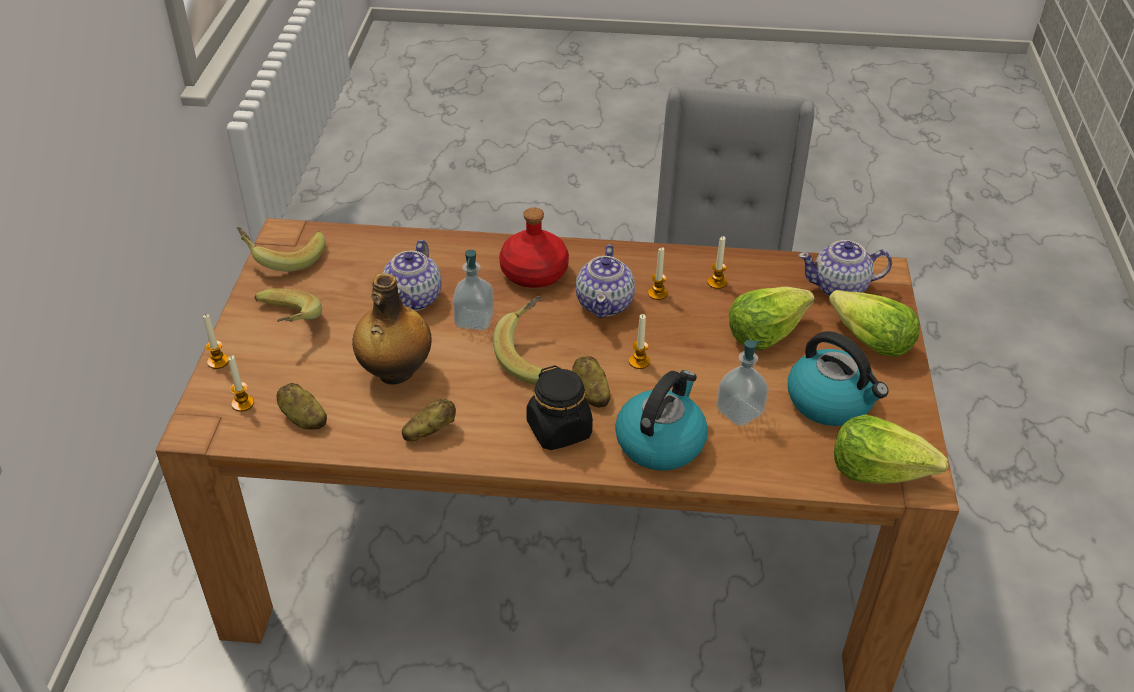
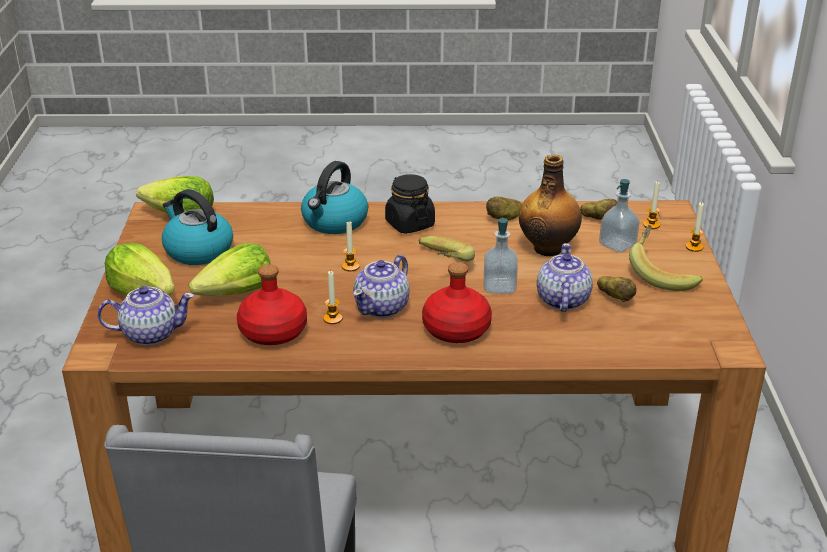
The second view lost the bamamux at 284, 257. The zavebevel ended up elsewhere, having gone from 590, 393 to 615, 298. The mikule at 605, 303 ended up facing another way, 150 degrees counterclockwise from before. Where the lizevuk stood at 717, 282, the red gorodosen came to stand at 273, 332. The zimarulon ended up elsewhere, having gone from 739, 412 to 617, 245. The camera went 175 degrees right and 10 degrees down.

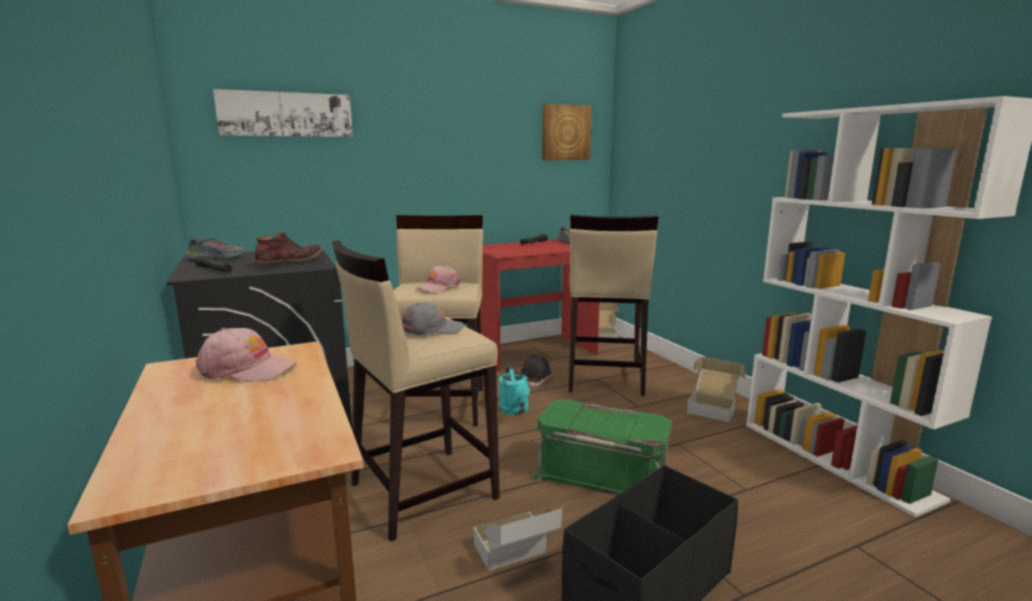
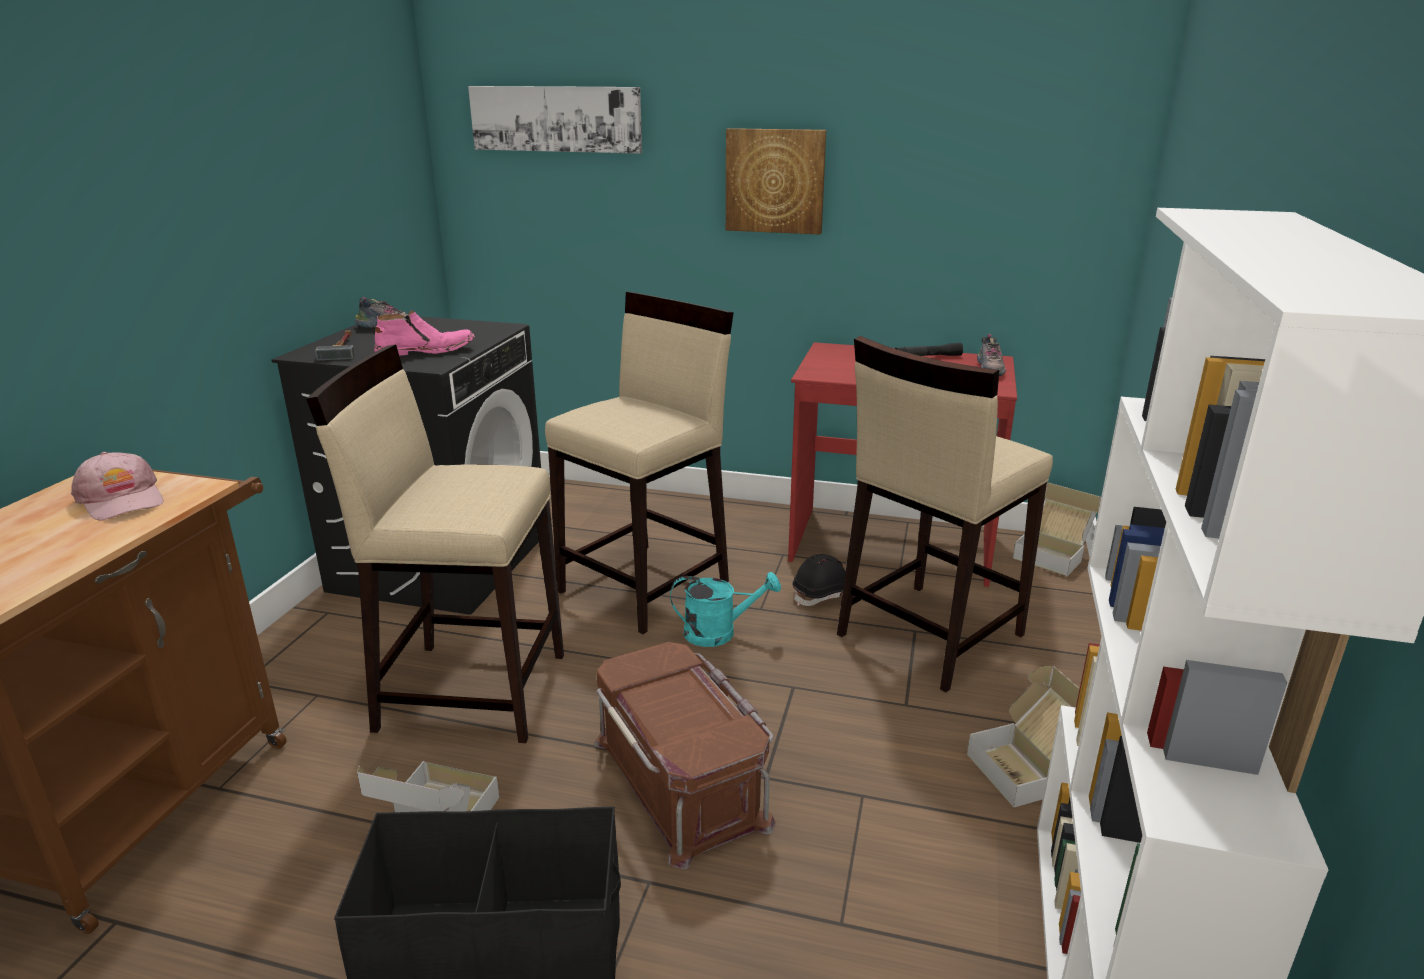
Where the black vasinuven stood at 214, 270, the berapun came to stand at 342, 348. What was the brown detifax at 289, 263 turned into the pink detifax at 426, 351. The second view lost the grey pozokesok at 431, 329. The second view lost the pink pozokesok at 438, 287. The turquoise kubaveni at 515, 411 ended up facing another way, 120 degrees counterclockwise from before. What was the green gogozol at 602, 474 turned into the brown gogozol at 682, 780. The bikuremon ended up elsewhere, having gone from 565, 132 to 775, 181. The camera went 40 degrees right and 10 degrees up.

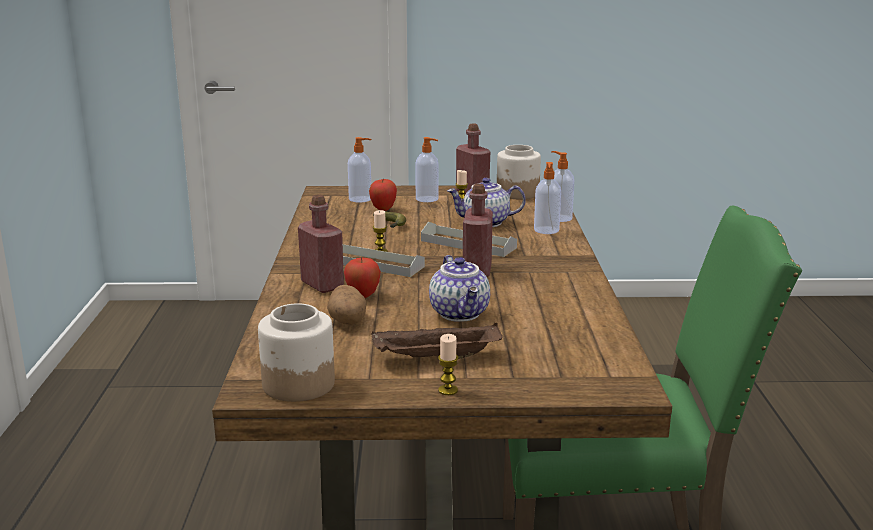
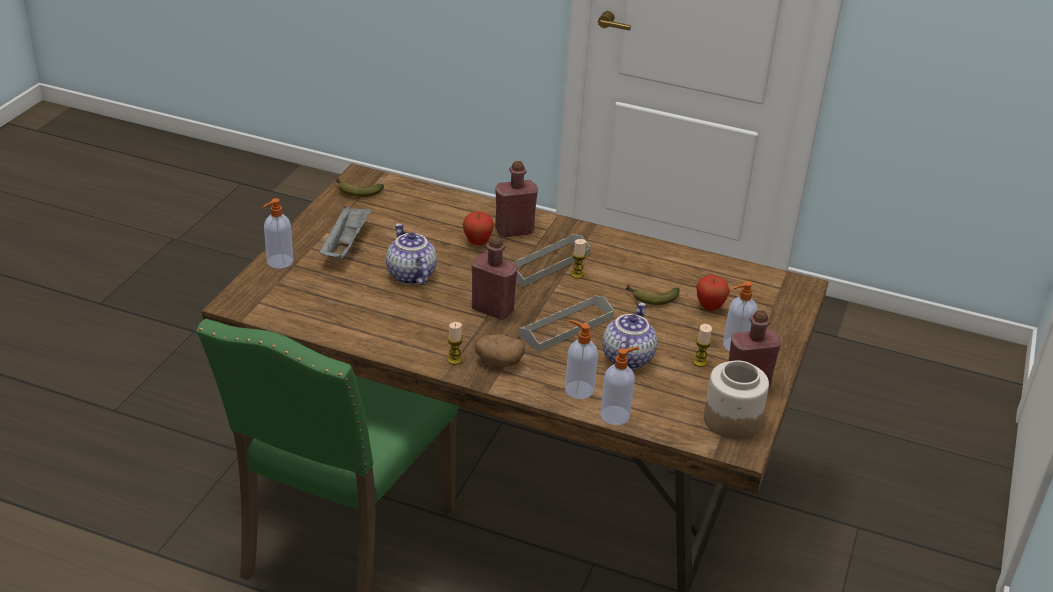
Where the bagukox stood at 298, 384, the bamamux came to stand at 356, 191. The zavebevel ended up elsewhere, having gone from 347, 321 to 498, 362. The zimarulon ended up elsewhere, having gone from 361, 199 to 279, 262. What was the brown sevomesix at 435, 359 turned into the grey sevomesix at 345, 244. The mikule at 461, 313 ended up facing another way, 60 degrees clockwise from before. The lizevuk ended up elsewhere, having gone from 448, 390 to 454, 360. The camera went 110 degrees right and 15 degrees up.

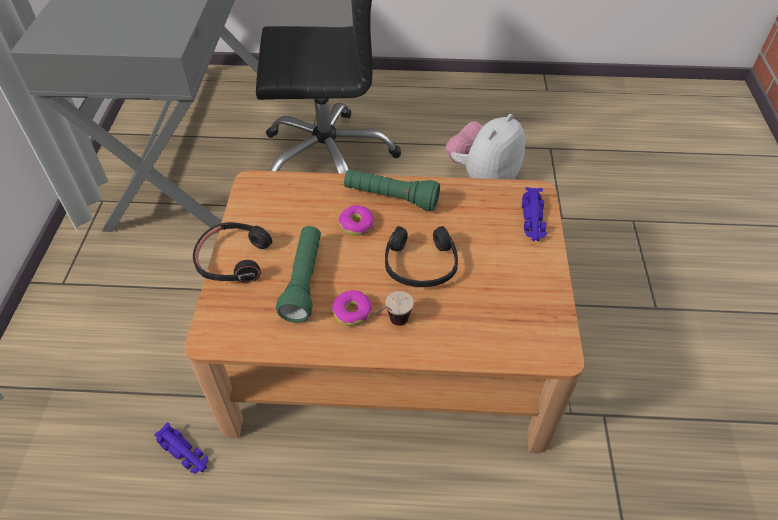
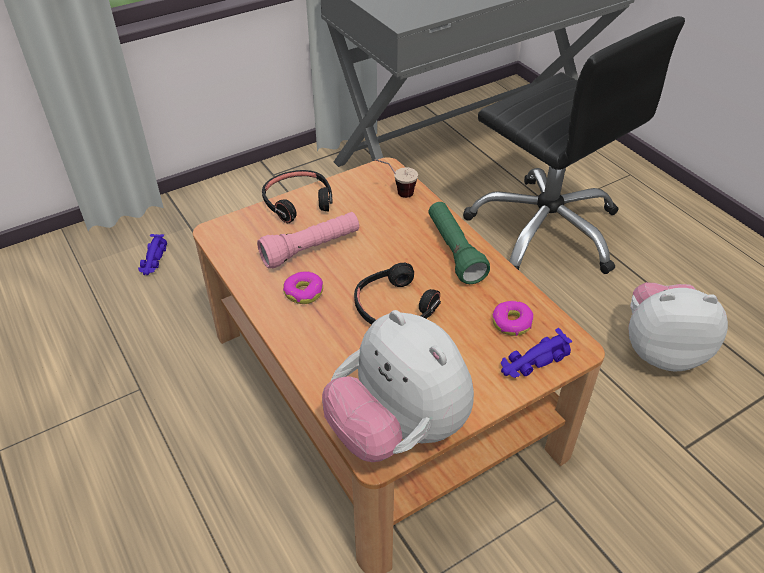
The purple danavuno ended up elsewhere, having gone from 185, 453 to 153, 260. What was the green vasinuven at 304, 281 turned into the pink vasinuven at 311, 249. The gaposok ended up elsewhere, having gone from 356, 225 to 511, 323. The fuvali ended up elsewhere, having gone from 391, 325 to 395, 192. The second view gained the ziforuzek at 397, 429. The camera went 55 degrees right and 5 degrees down.

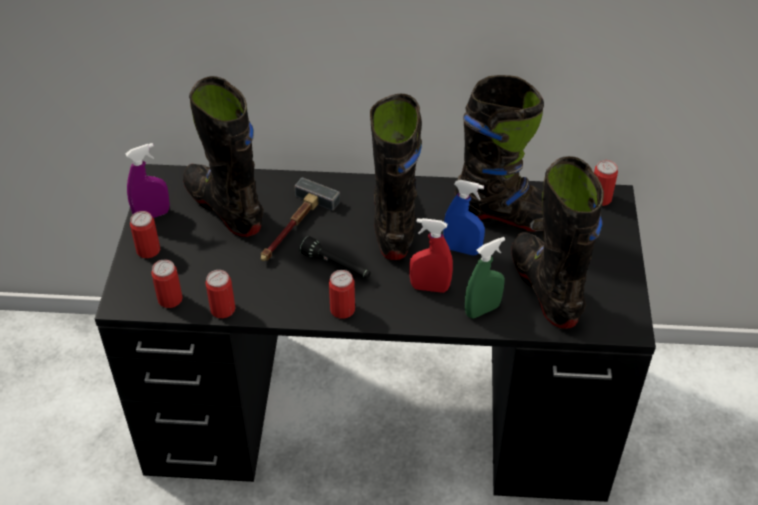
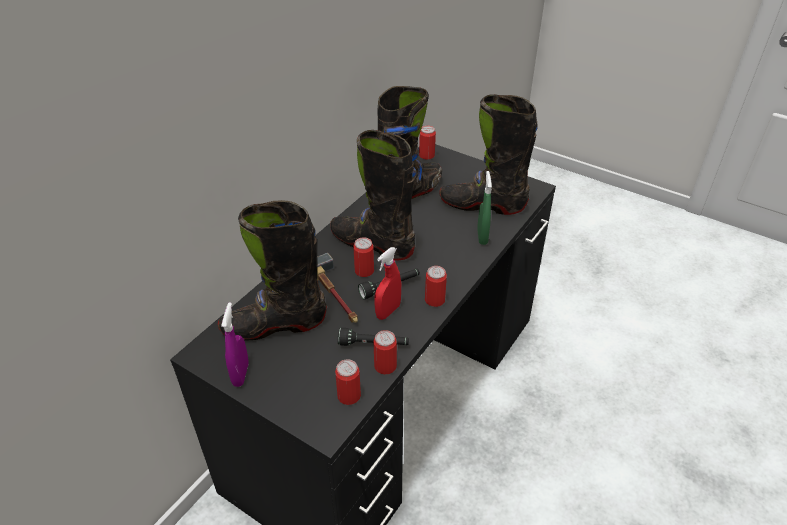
The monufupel ended up elsewhere, having gone from 148, 250 to 364, 271. The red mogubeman ended up elsewhere, having gone from 429, 287 to 388, 311. The second view lost the blue mogubeman at 462, 249. The second view gained the black vasinuven at 373, 344. The camera went 60 degrees left and 5 degrees down.

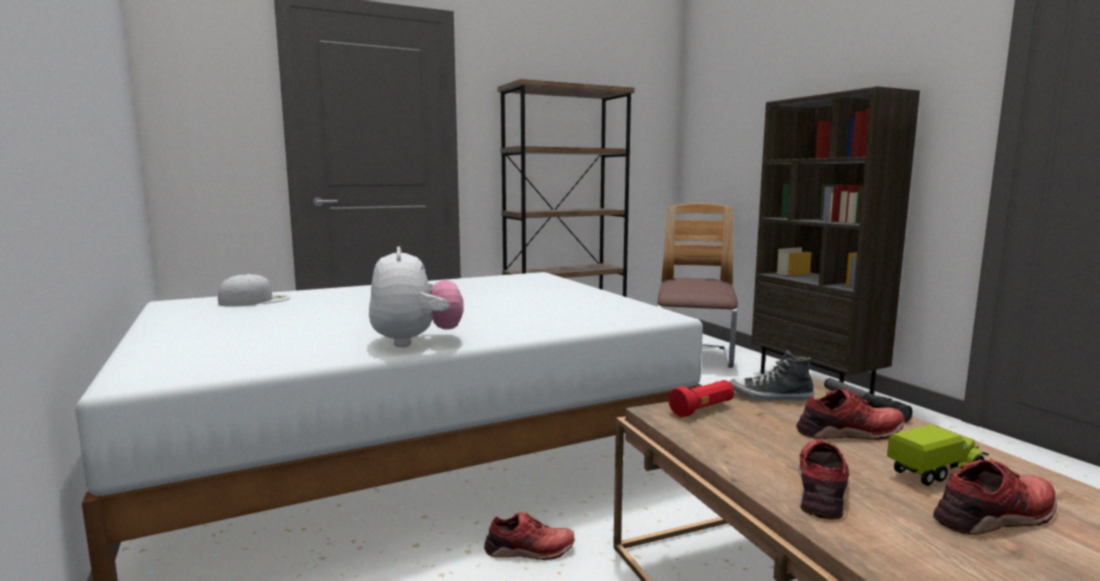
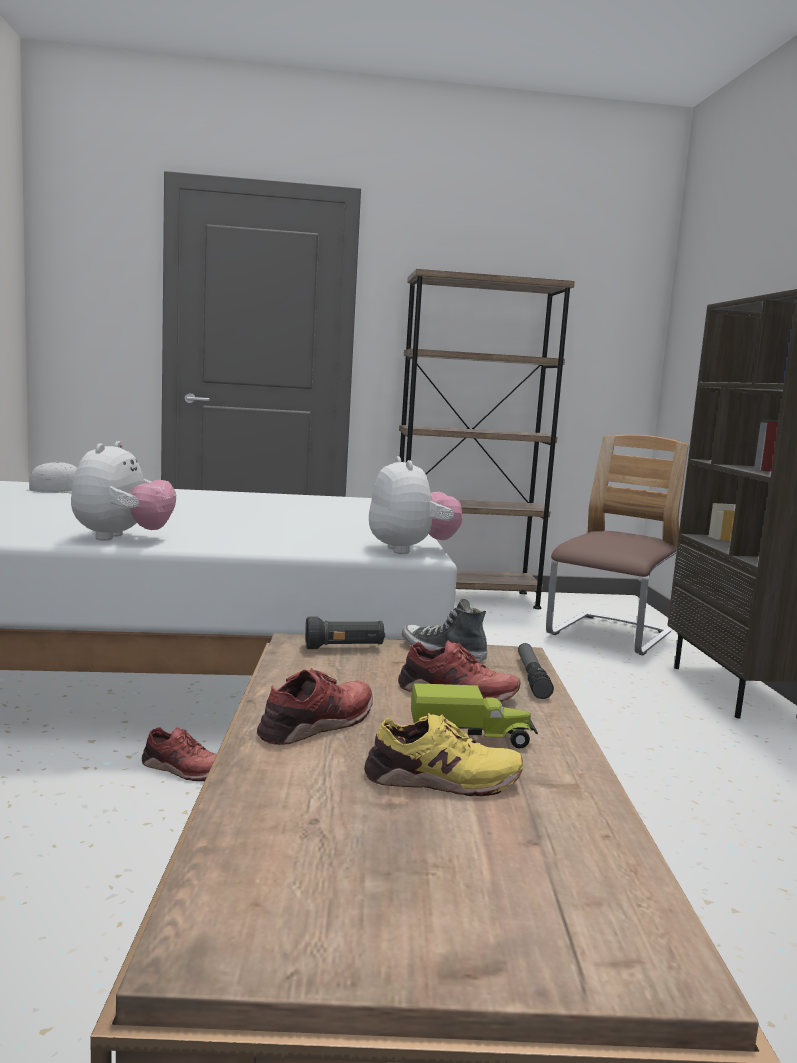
What was the red vasinuven at 702, 409 turned into the black vasinuven at 344, 648. What was the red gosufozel at 996, 516 turned into the yellow gosufozel at 442, 780. The second view gained the ziforuzek at 410, 550. The camera went 20 degrees right and 0 degrees up.

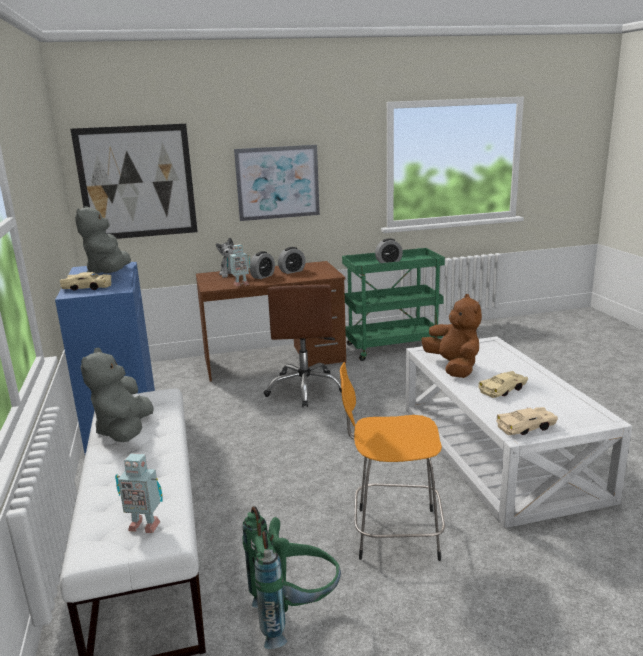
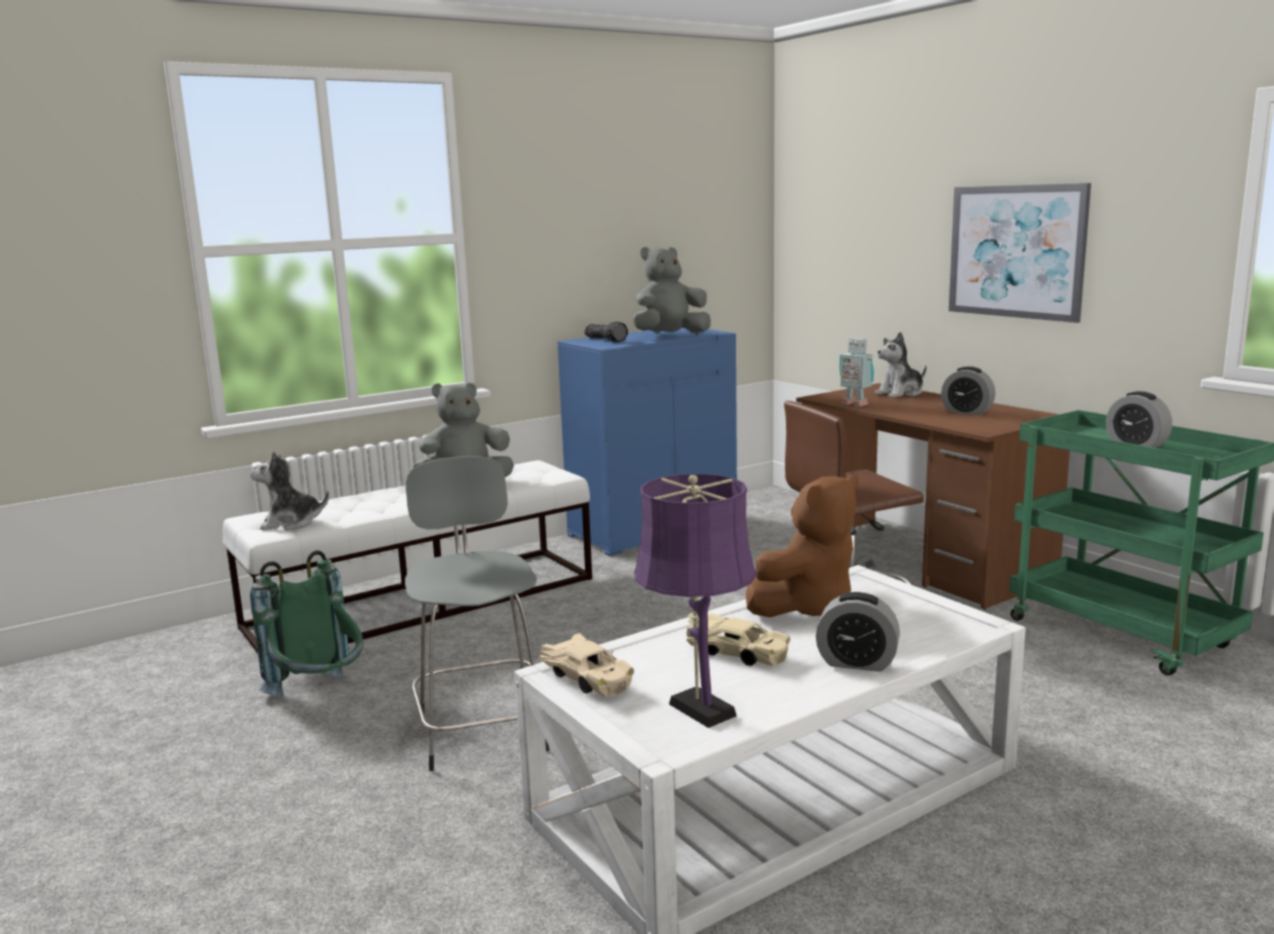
Where the beige danavuno stood at 87, 287, the vasinuven came to stand at 606, 340. The second view lost the bikuremon at 137, 182. Where the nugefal stood at 144, 525, the ziforuzek came to stand at 291, 523. The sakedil ended up elsewhere, having gone from 263, 276 to 857, 663. What was the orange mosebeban at 393, 533 turned into the grey mosebeban at 481, 729. The second view gained the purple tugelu at 697, 707. The camera went 70 degrees right and 5 degrees down.

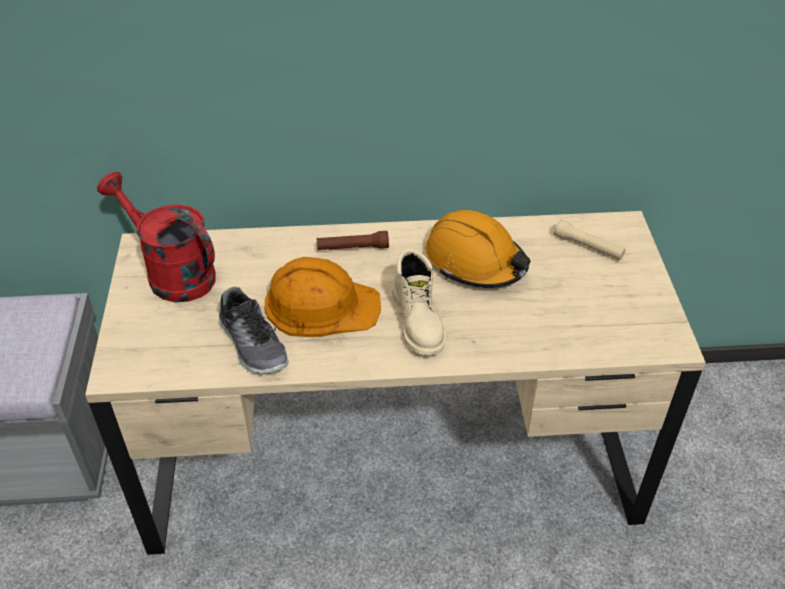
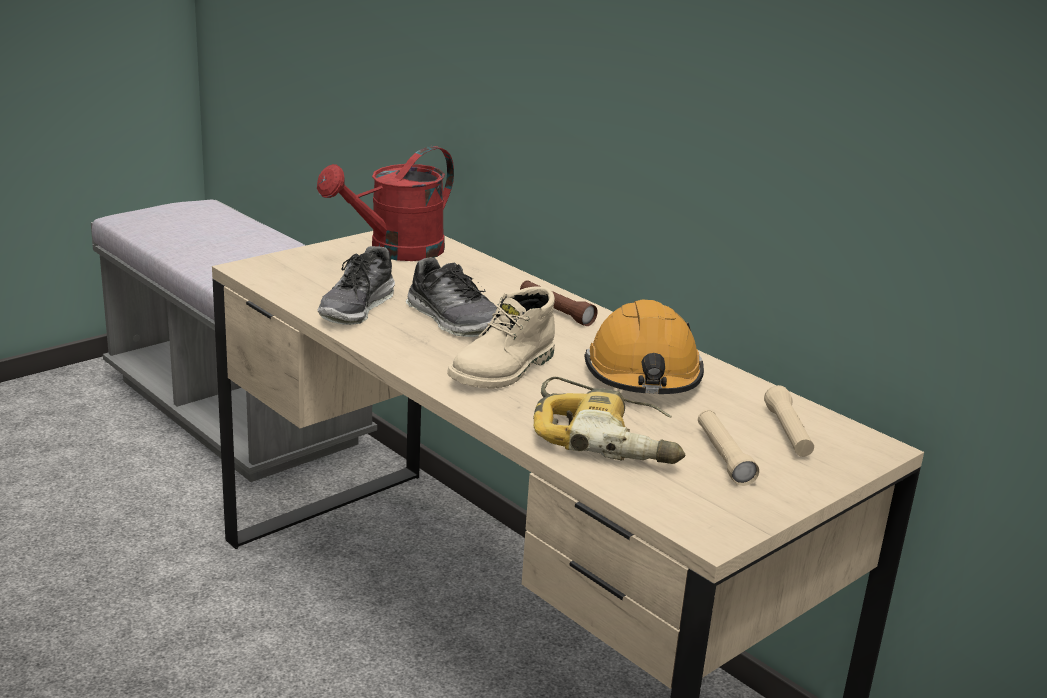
The red kubaveni at 172, 273 ended up facing another way, 135 degrees counterclockwise from before. Where the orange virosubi stood at 321, 305, the gosufozel came to stand at 453, 320. The second view gained the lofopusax at 607, 438. The second view gained the beige vasinuven at 723, 456. The camera went 50 degrees right and 20 degrees down.

